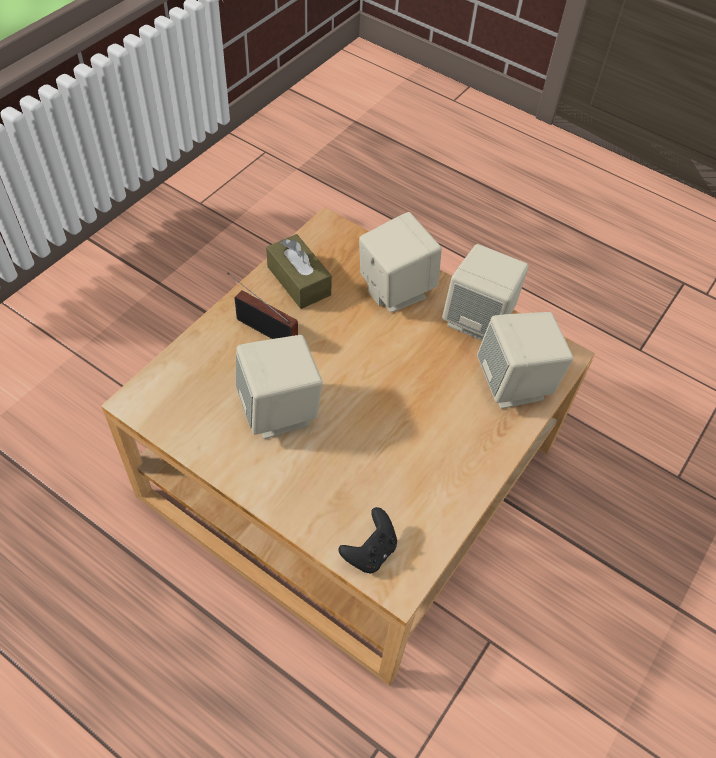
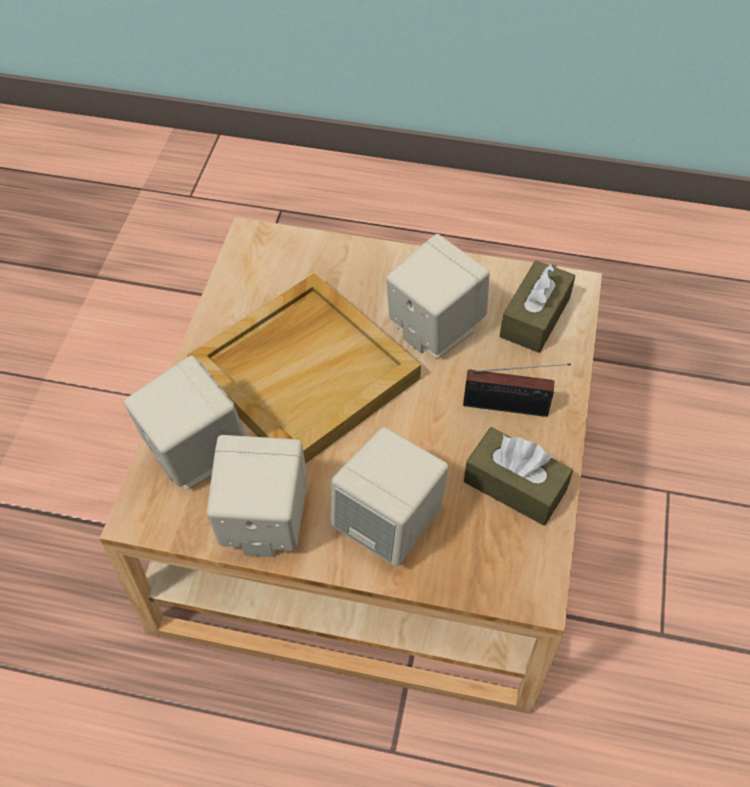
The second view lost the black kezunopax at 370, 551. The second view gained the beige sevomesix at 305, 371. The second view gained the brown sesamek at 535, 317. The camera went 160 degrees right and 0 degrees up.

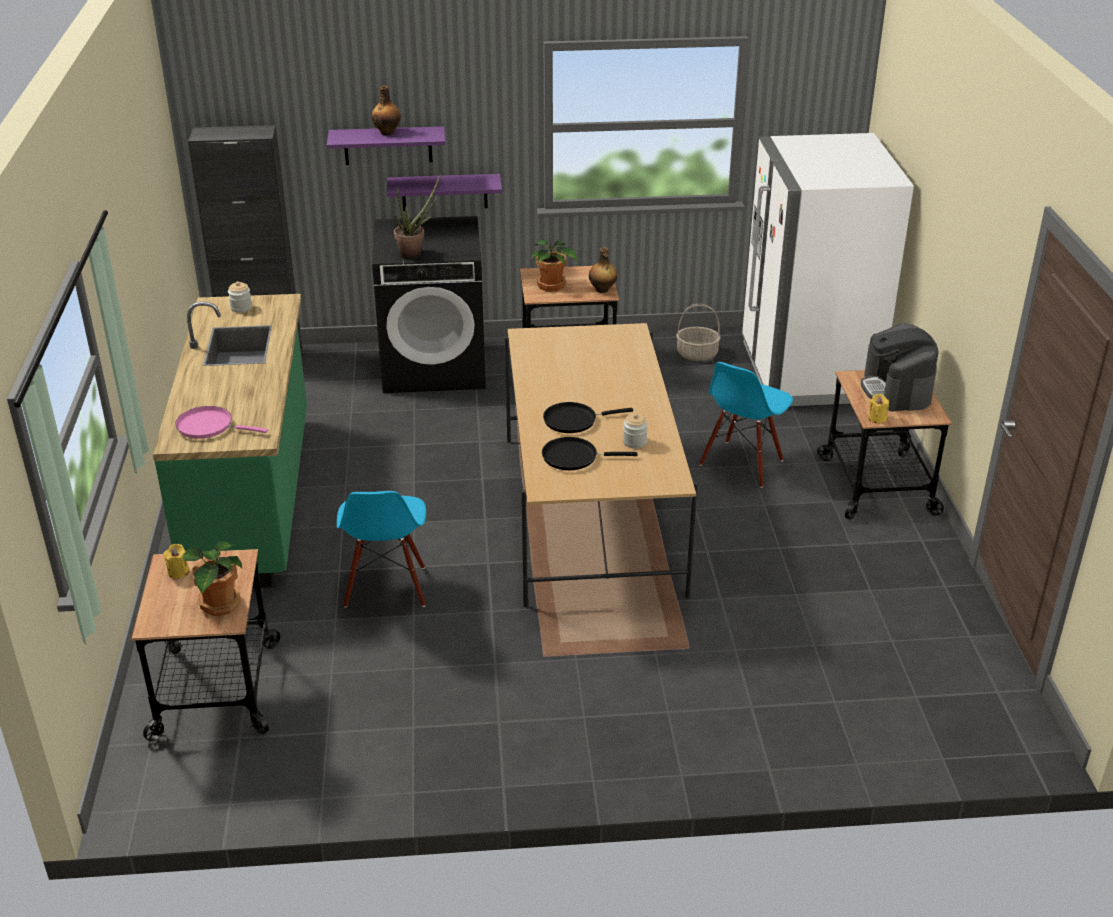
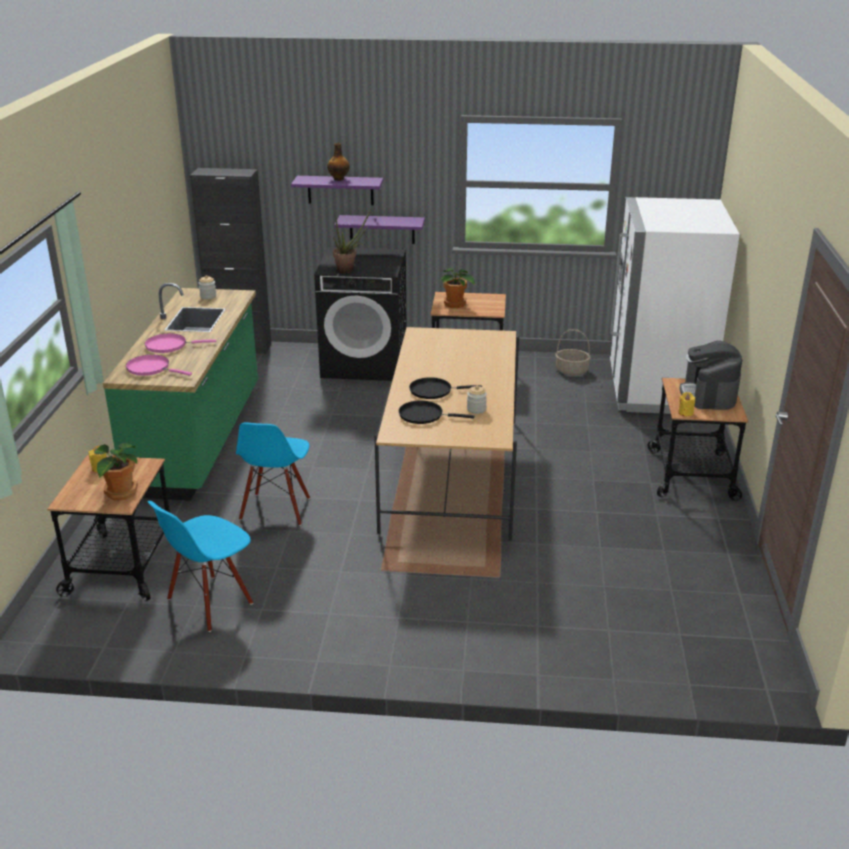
The second view lost the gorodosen at 602, 290. The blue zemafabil ended up elsewhere, having gone from 742, 463 to 210, 602. The second view gained the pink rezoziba at 169, 346. The camera went 10 degrees right and 5 degrees down.

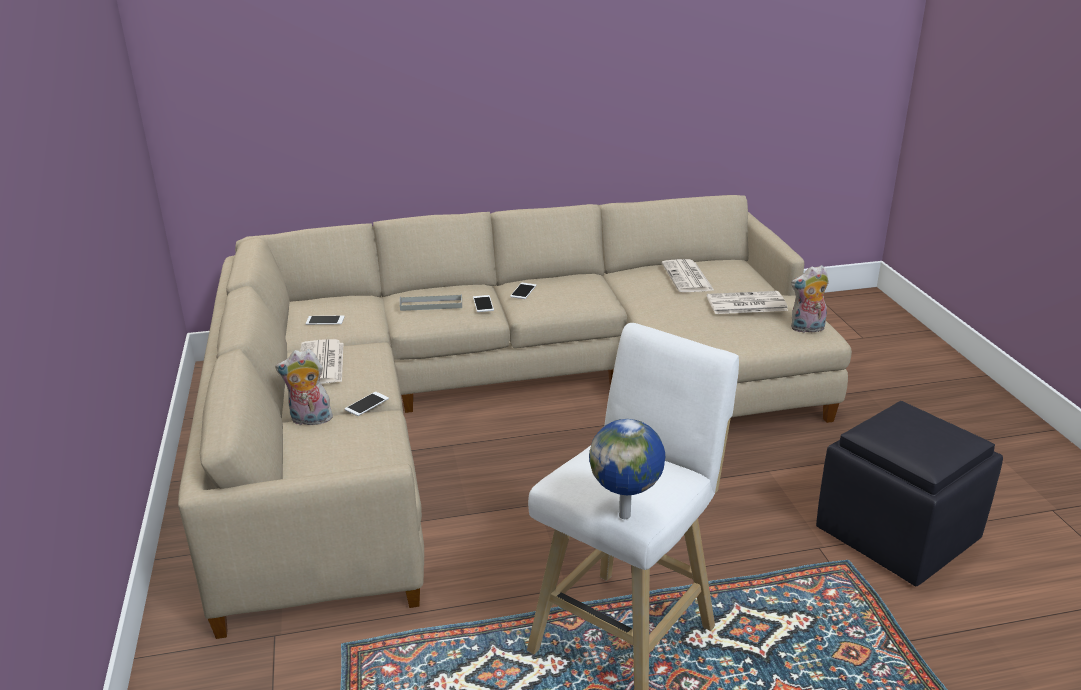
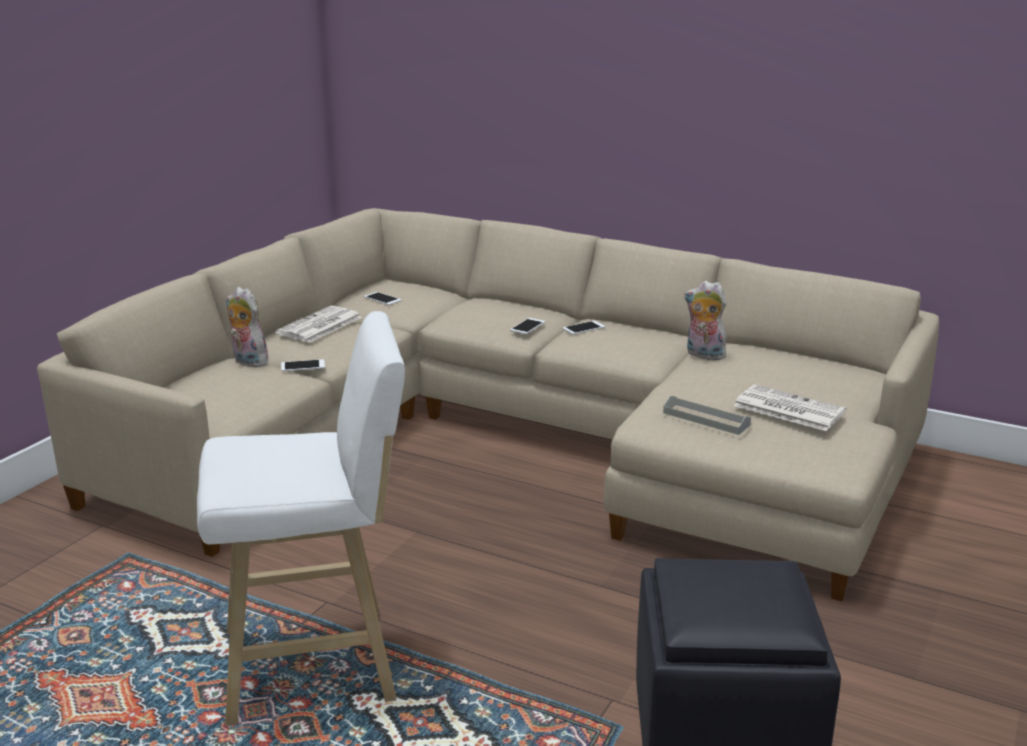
The grey sevomesix ended up elsewhere, having gone from 431, 305 to 706, 419. The second view lost the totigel at 626, 515. The second view lost the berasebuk at 688, 277. The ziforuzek ended up elsewhere, having gone from 807, 329 to 703, 355. The camera went 40 degrees right and 5 degrees down.

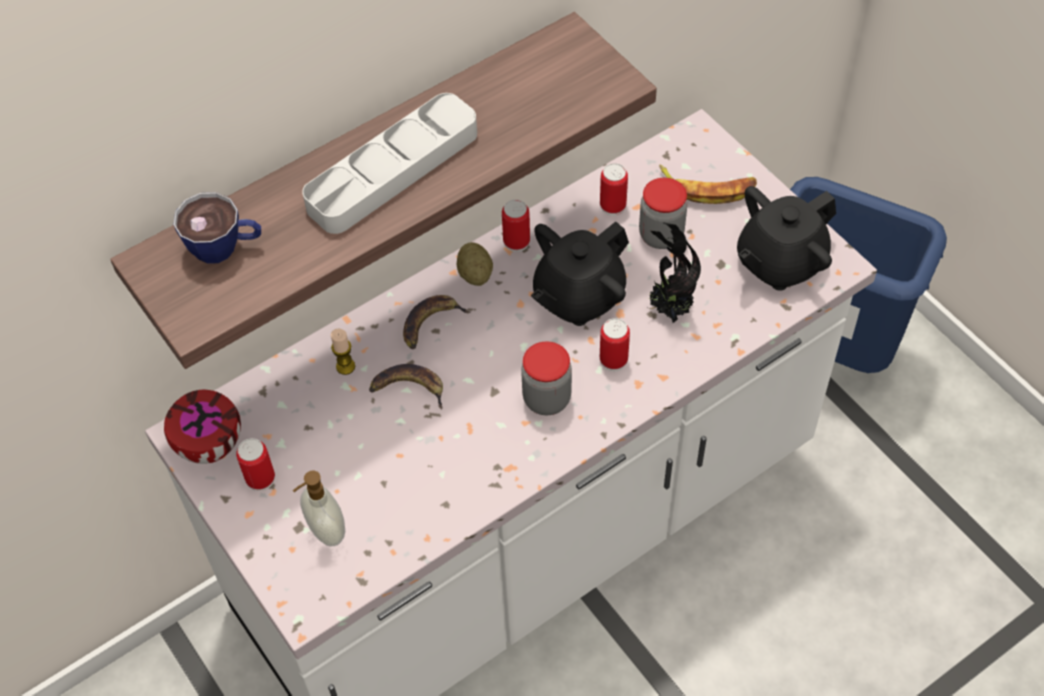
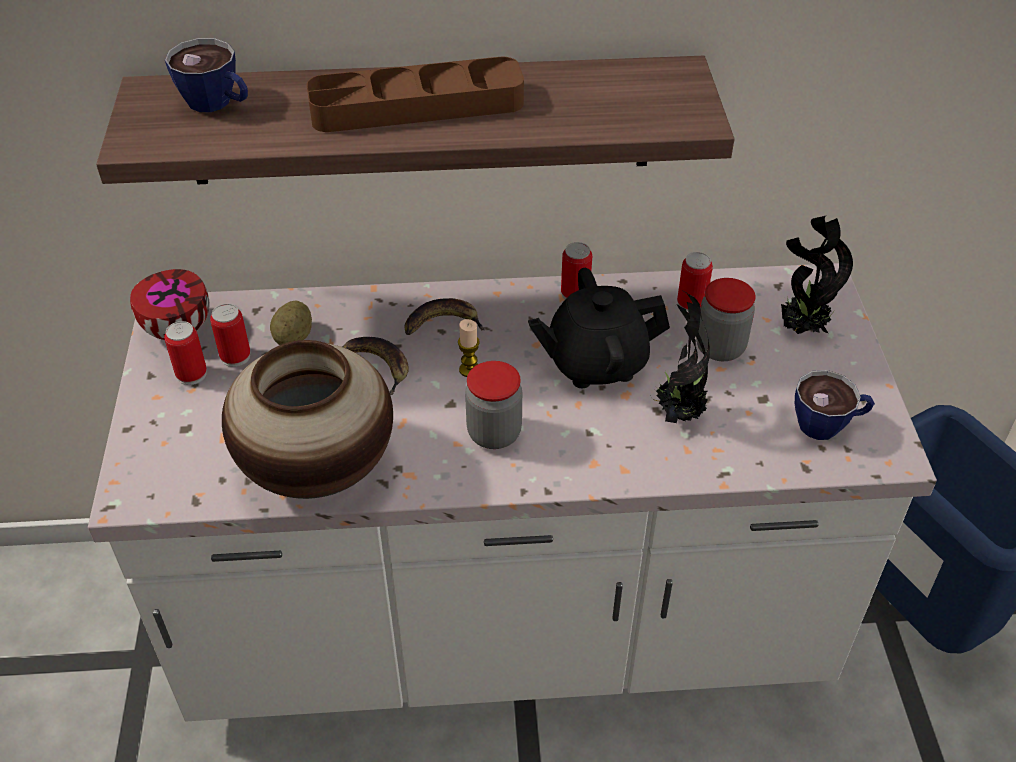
The second view lost the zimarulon at 325, 531. What was the grey sevomesix at 393, 170 turned into the brown sevomesix at 417, 106. The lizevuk ended up elsewhere, having gone from 345, 366 to 469, 369. The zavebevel ended up elsewhere, having gone from 475, 274 to 294, 337. The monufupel ended up elsewhere, having gone from 613, 360 to 235, 356. Where the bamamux stood at 708, 188, the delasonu came to stand at 800, 329. Where the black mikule stood at 779, 262, the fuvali came to stand at 828, 424. The second view gained the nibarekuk at 319, 468. The camera went 30 degrees right and 10 degrees down.

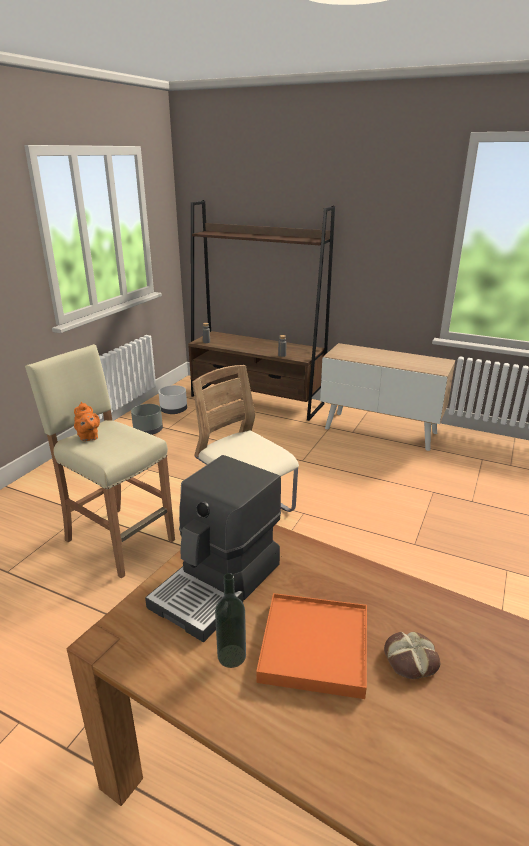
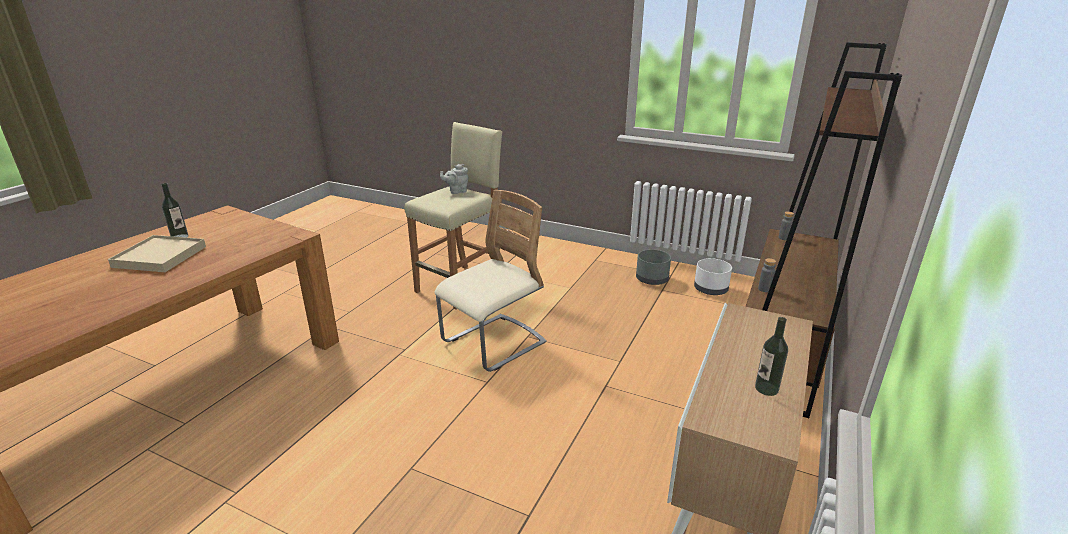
What was the orange mikule at 88, 437 turned into the grey mikule at 456, 191. The second view lost the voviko at 219, 585. What was the orange sevomesix at 314, 646 turned into the beige sevomesix at 160, 257. The second view lost the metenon at 411, 661. The second view gained the gorodosen at 766, 388. The camera went 90 degrees right and 0 degrees up.

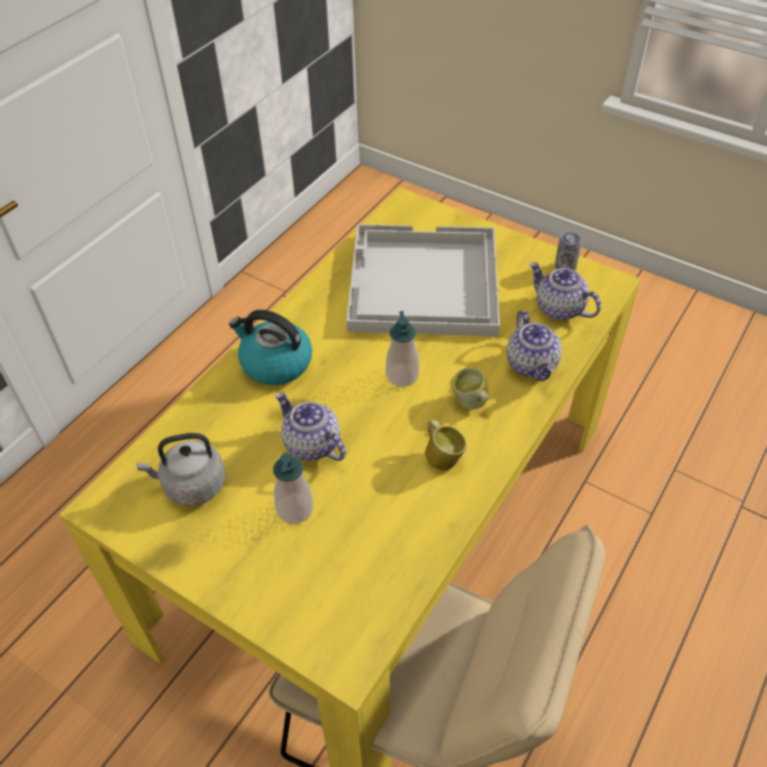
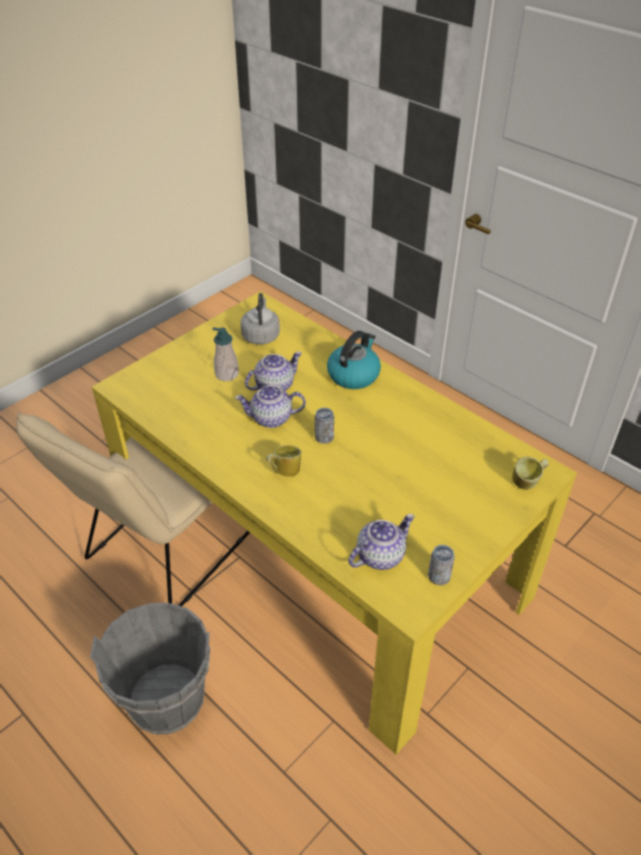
The second view lost the white sevomesix at 422, 283. Where the zimarulon stood at 402, 375, the monufupel came to stand at 324, 437. The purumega ended up elsewhere, having gone from 442, 456 to 527, 483. The mikule ended up elsewhere, having gone from 532, 364 to 271, 418. The second view gained the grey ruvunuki at 167, 699. The camera went 100 degrees right and 5 degrees down.

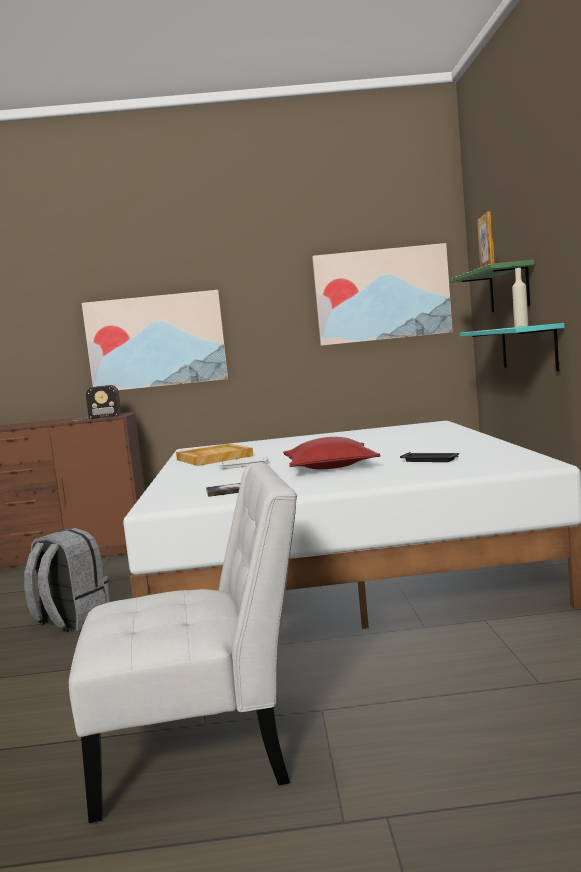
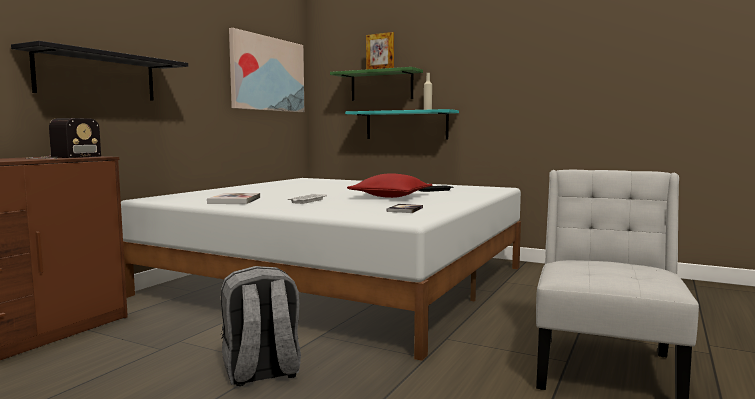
Where the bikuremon hung at 156, 341, the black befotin came to hang at 97, 76. Where the beige sevomesix stood at 213, 458, the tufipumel came to stand at 234, 200. The camera went 60 degrees left and 0 degrees up.

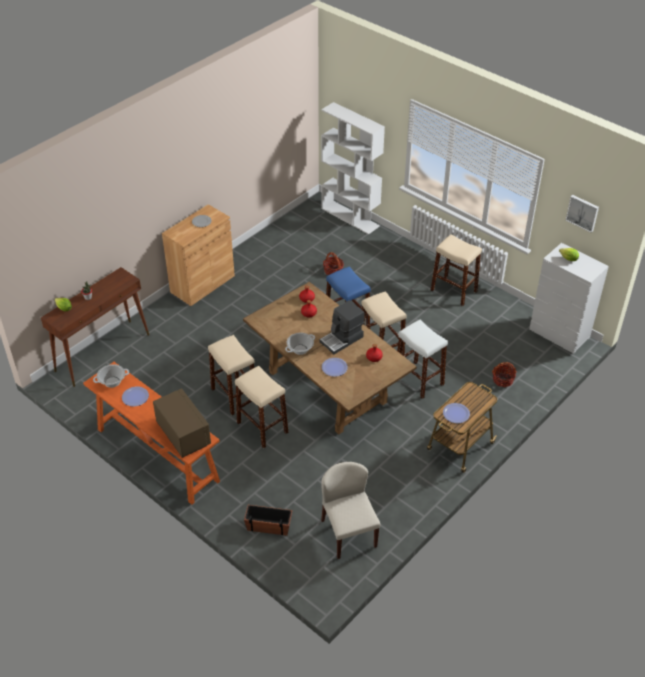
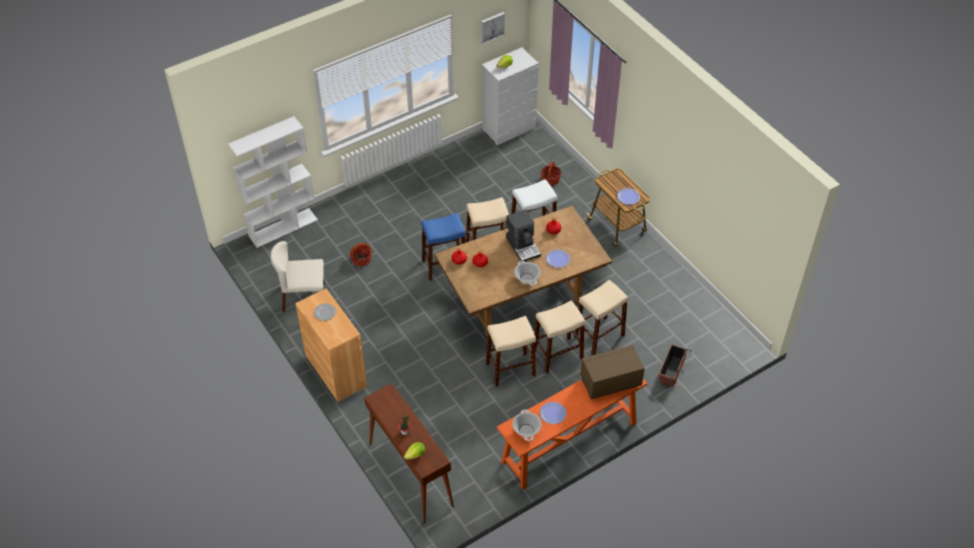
The beige zemafabil ended up elsewhere, having gone from 348, 533 to 303, 297. The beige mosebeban ended up elsewhere, having gone from 453, 291 to 599, 336. The camera went 75 degrees left and 5 degrees up.

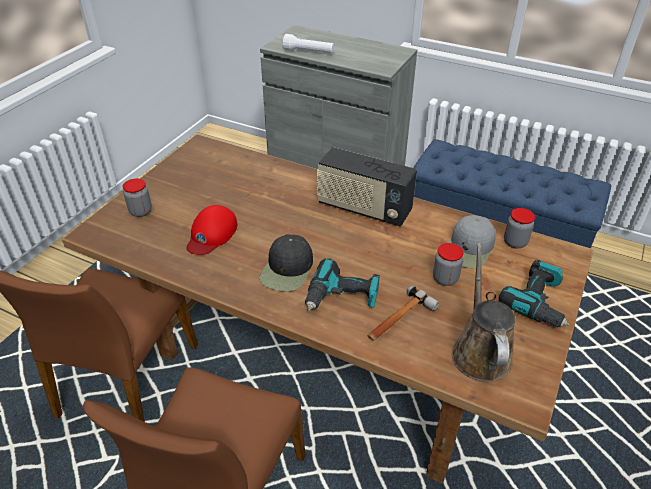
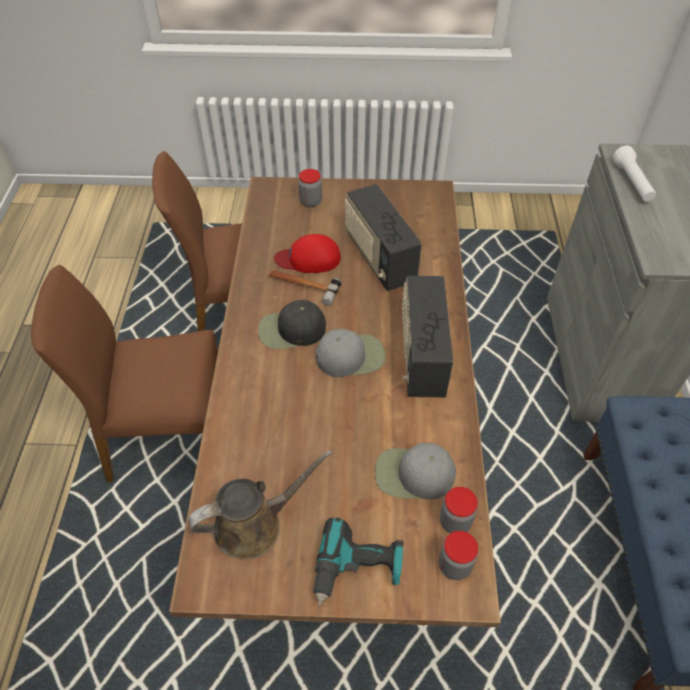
The second view lost the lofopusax at 342, 297. The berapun ended up elsewhere, having gone from 399, 320 to 302, 286. The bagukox ended up elsewhere, having gone from 445, 279 to 454, 565. The second view gained the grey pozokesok at 351, 356. The second view gained the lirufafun at 379, 258. The camera went 65 degrees right and 10 degrees up.

